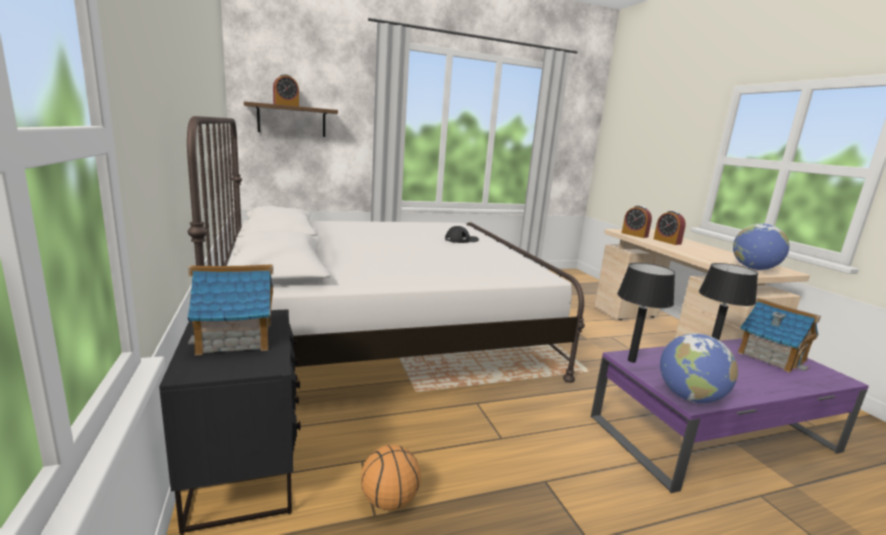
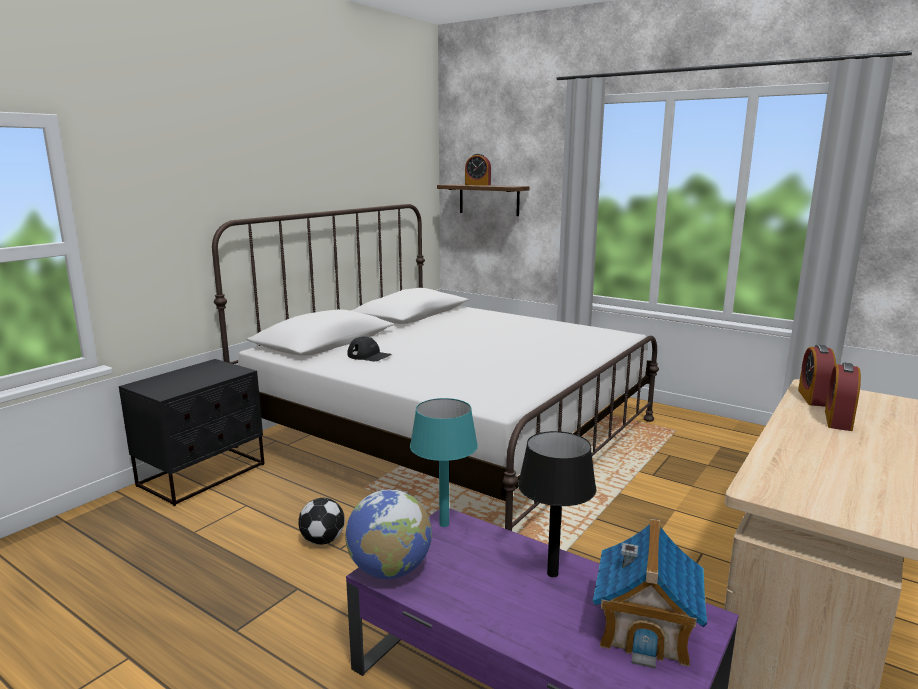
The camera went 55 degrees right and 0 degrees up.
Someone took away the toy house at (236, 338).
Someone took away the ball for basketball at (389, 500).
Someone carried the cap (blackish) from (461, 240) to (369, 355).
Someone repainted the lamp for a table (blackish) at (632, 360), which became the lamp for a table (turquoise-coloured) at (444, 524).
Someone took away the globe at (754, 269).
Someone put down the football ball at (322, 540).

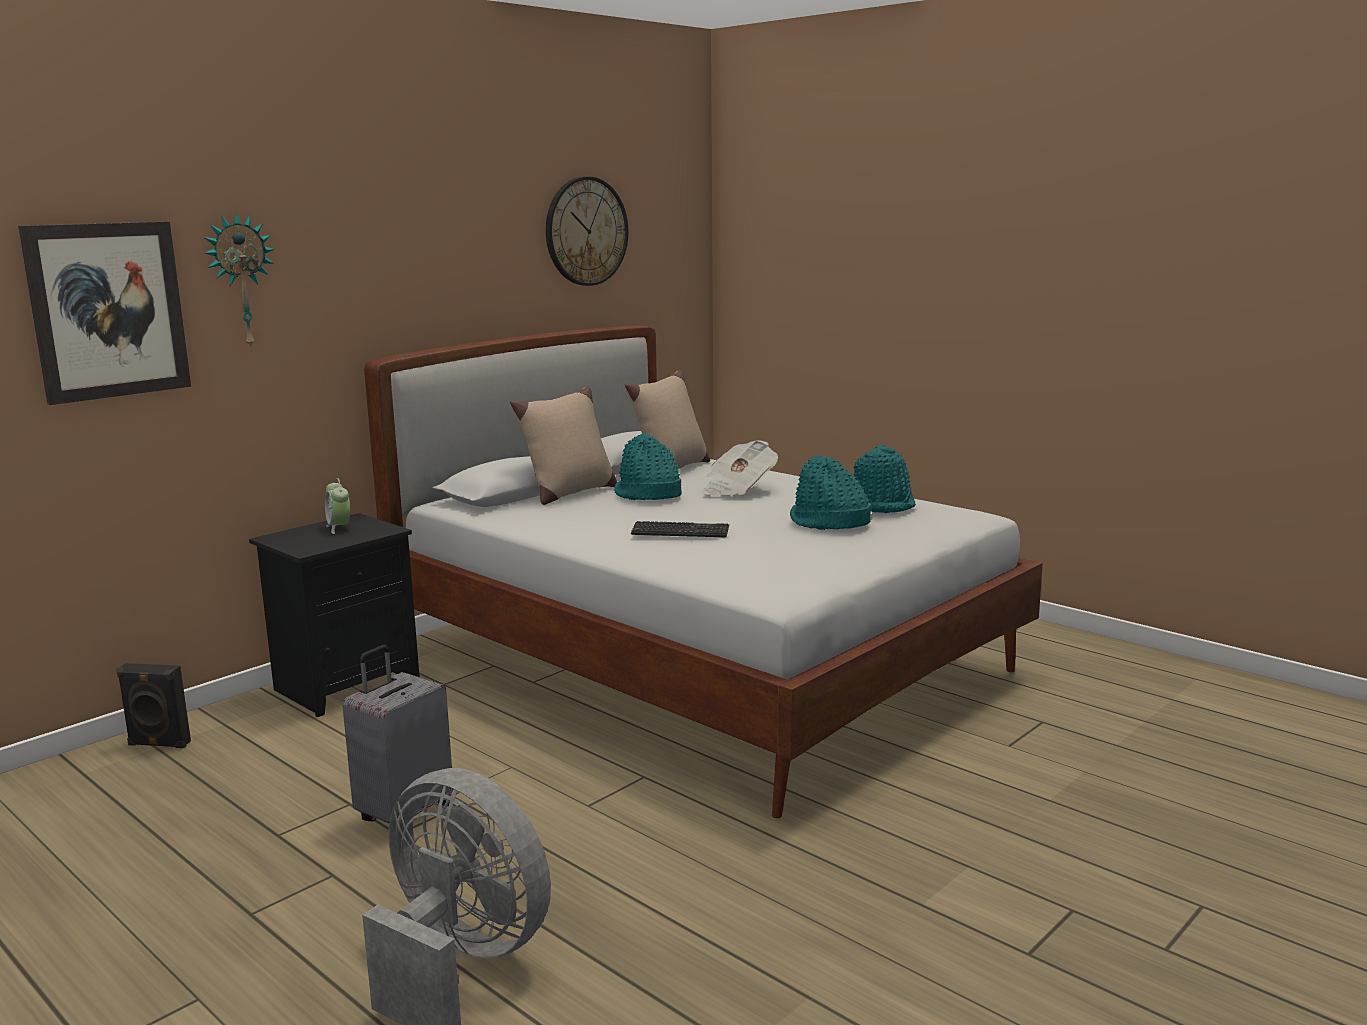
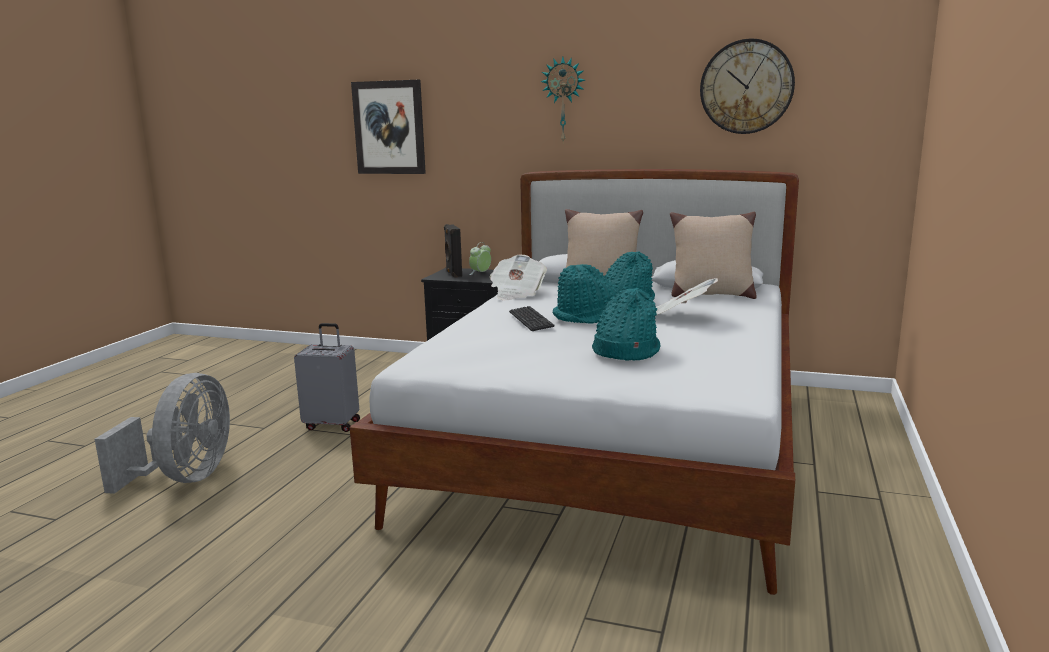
The camera went 65 degrees right and 0 degrees up.
Someone carried the loudspeaker (blackish) from (158, 744) to (453, 274).
Someone carried the wall clock from (240, 281) to (563, 100).
Someone carried the hat (turquoise-coloured) from (881, 505) to (587, 317).
Someone put down the daily paper at (517, 293).

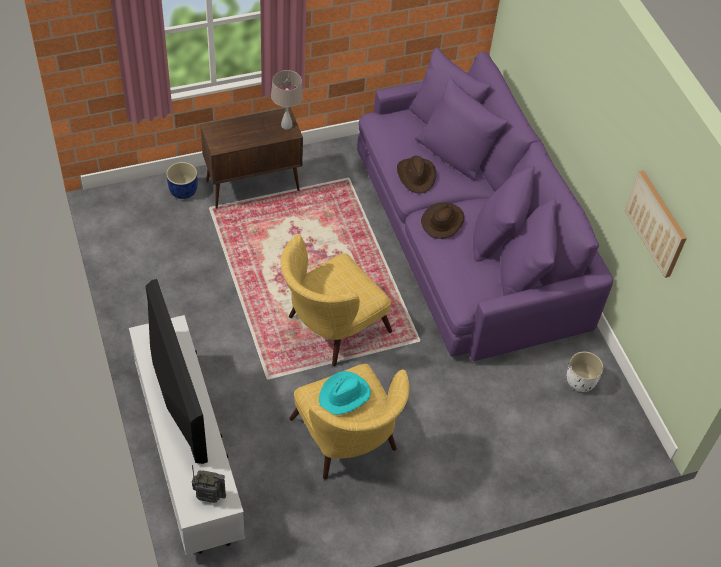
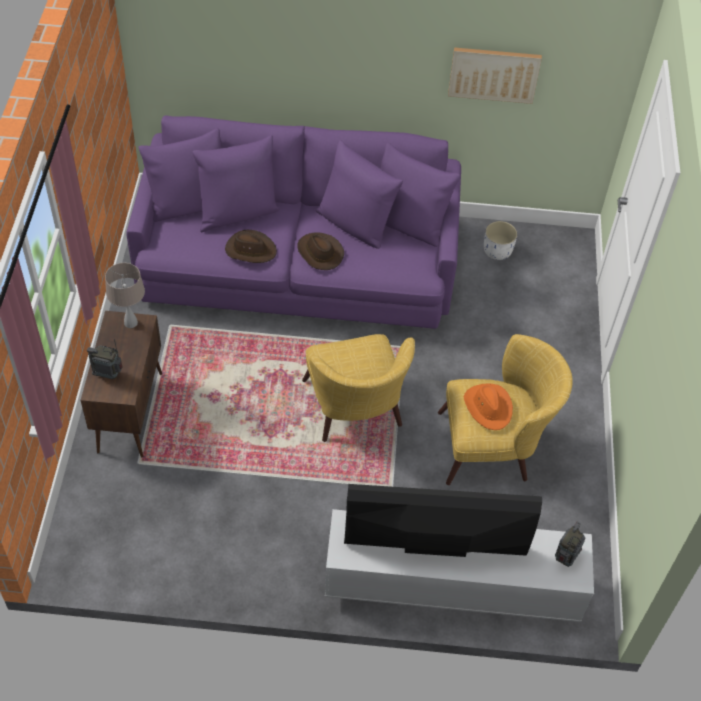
The camera went 65 degrees left and 0 degrees up.
Someone took away the planter (blue) at (183, 190).
Someone repainted the hat (turquoise-coloured) at (344, 395), which became the hat (orangey) at (488, 407).
Someone put down the radio set at (109, 374).

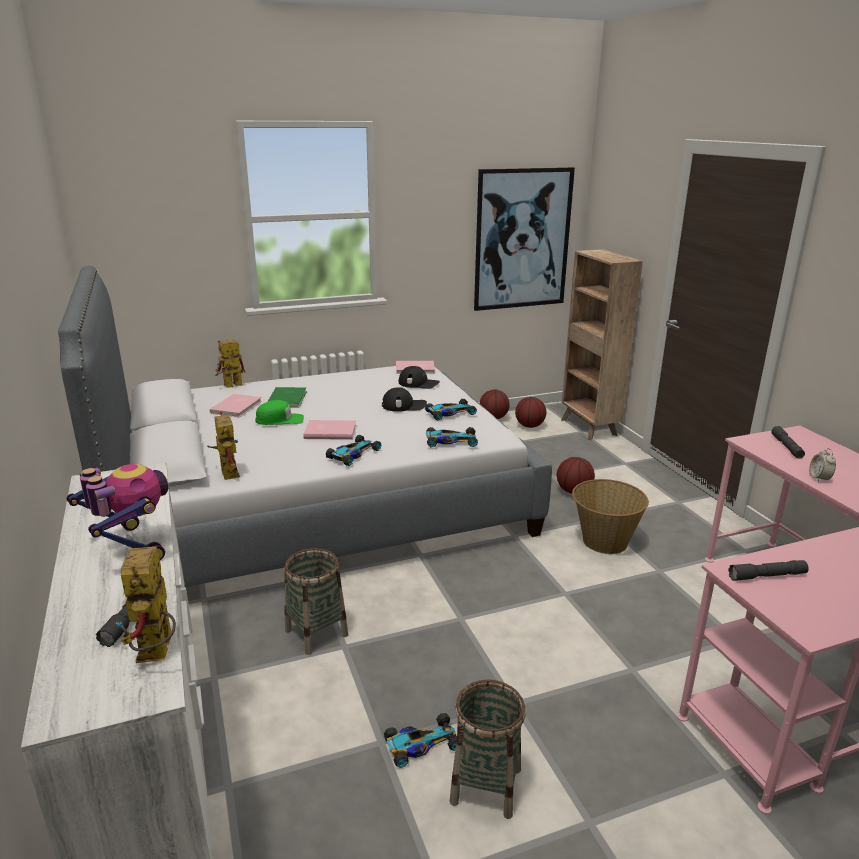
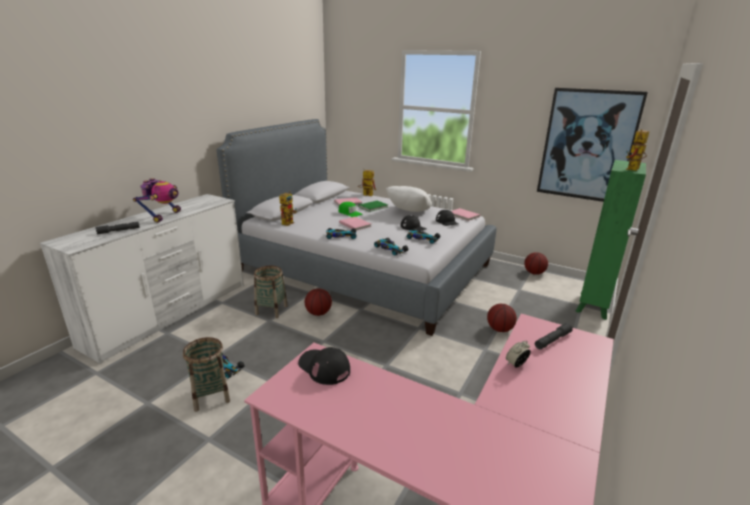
The camera went 50 degrees right and 0 degrees up.
Someone carried the toy robot from (157, 654) to (633, 170).
Someone carried the ball for basketball from (529, 426) to (318, 313).
Someone repainted the bookcase (brownish) at (589, 428), which became the bookcase (green) at (592, 306).
Someone took away the storage basket at (604, 541).
Someone swapped the hand torch (greyish) at (767, 576) for the cap (blackish) at (324, 367).
Someone put down the cushion (white) at (408, 213).

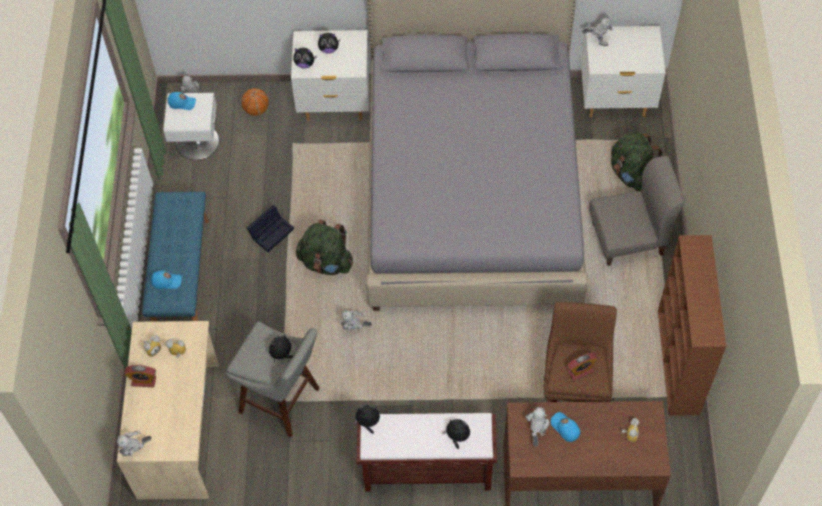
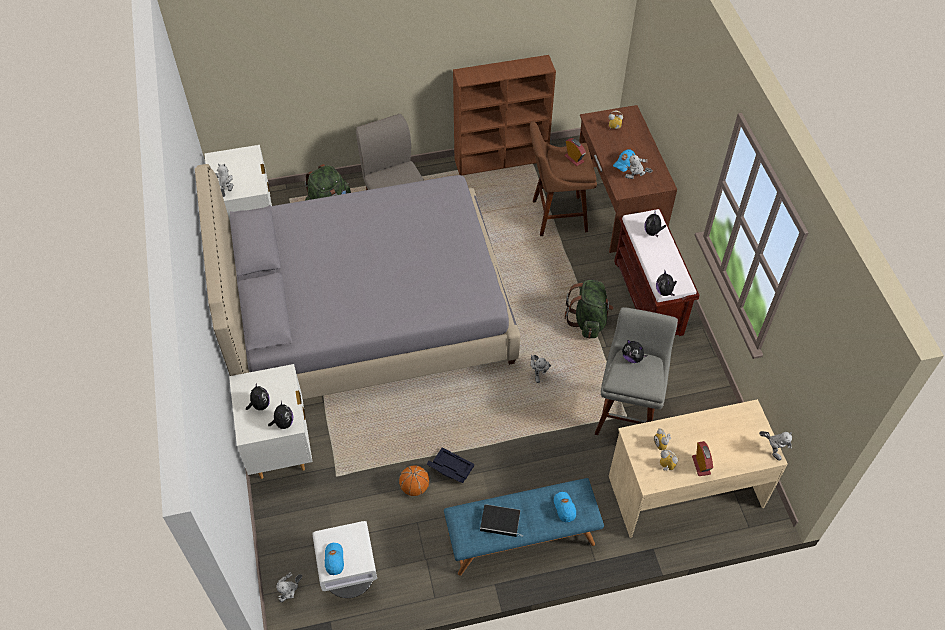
The camera went 105 degrees left and 5 degrees down.
Someone carried the ball for basketball from (256, 110) to (415, 487).
Someone carried the rucksack (green) from (326, 262) to (588, 320).
Someone put down the bound book at (501, 521).

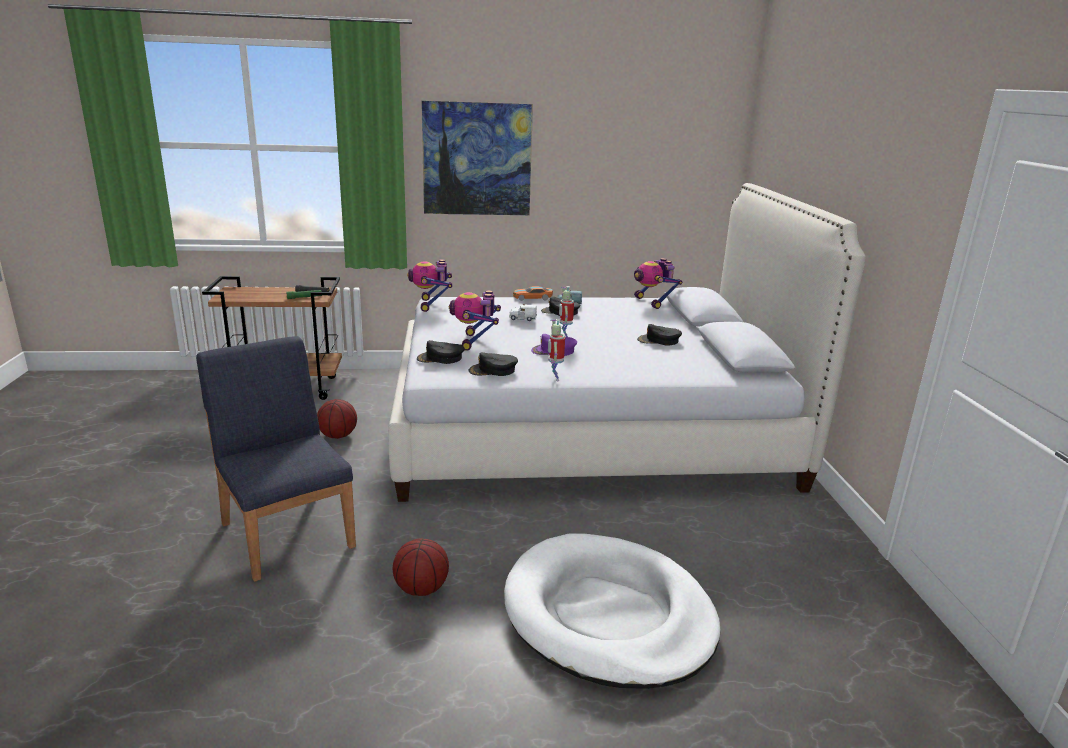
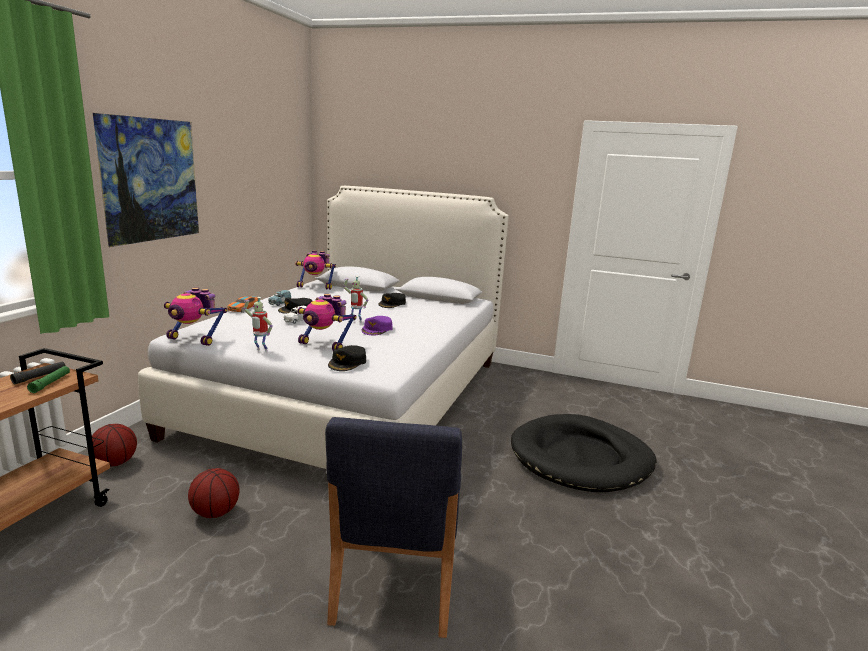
The camera went 65 degrees left and 5 degrees down.
Someone rotated the upright chair (blue) at (287, 533) by 75 degrees counterclockwise.
Someone carried the ball for basketball from (422, 589) to (115, 463).
Someone took away the cap (blackish) at (493, 370).
Someone repainted the pet bed (white) at (608, 615), which became the pet bed (blackish) at (581, 458).
Someone carried the toy robot from (554, 378) to (260, 350).

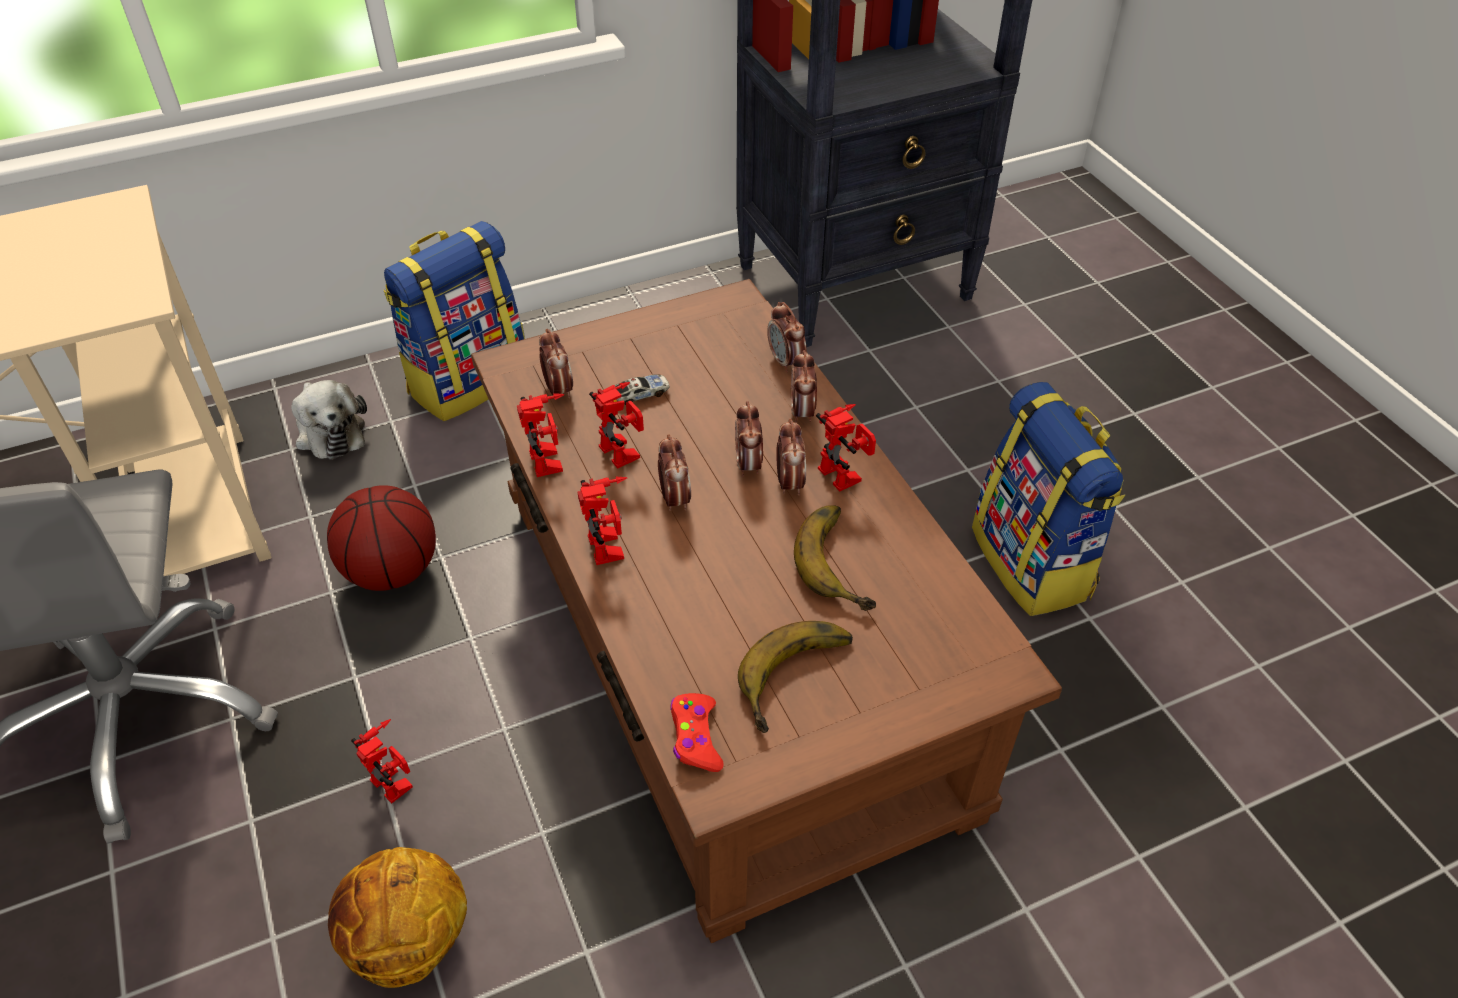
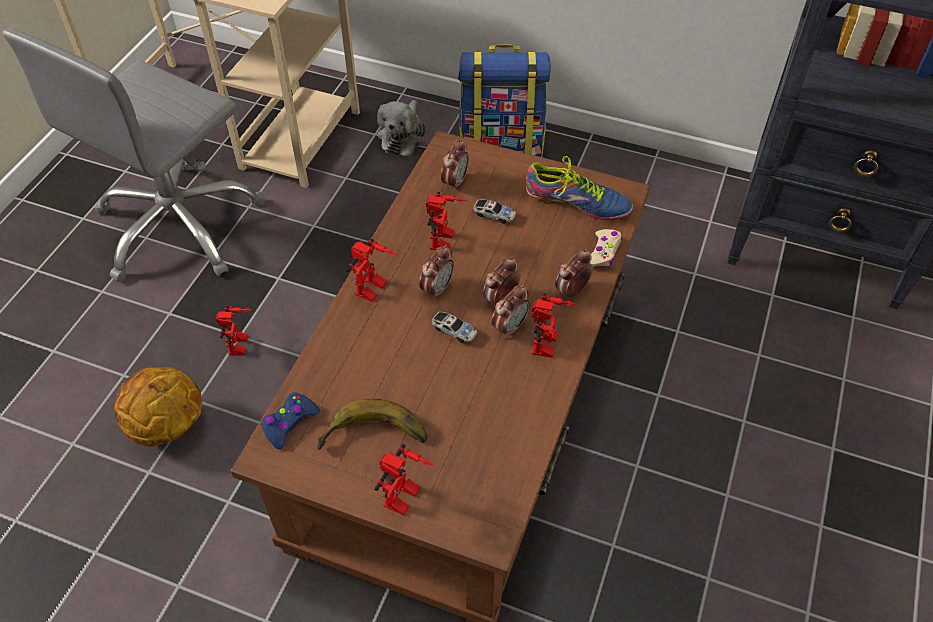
The camera went 45 degrees right and 5 degrees up.
Someone took away the ball for basketball at (393, 571).
Someone carried the toy robot from (552, 462) to (404, 501).
Someone repainted the game controller (red-coloured) at (696, 738), which became the game controller (blue) at (289, 423).
Someone swapped the alarm clock at (786, 362) for the game controller (beige-coloured) at (603, 253).
Someone took away the whole banana at (843, 561).
Someone took away the rucksack at (1034, 563).
Someone put down the toy car at (454, 331).
Someone put down the item of footwear at (577, 201).

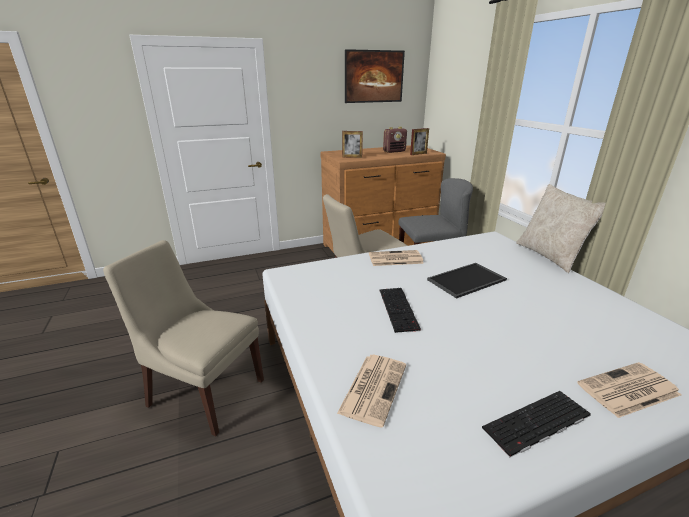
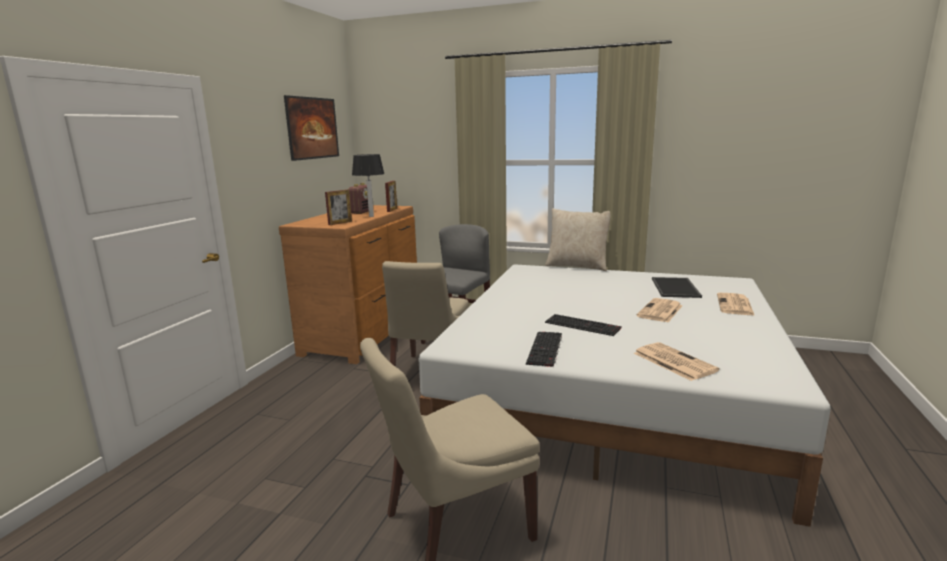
The camera went 50 degrees left and 10 degrees down.
Someone carried the daily paper from (394, 259) to (660, 311).
Someone carried the carrying tray from (467, 280) to (676, 288).
Someone carried the computer keyboard from (537, 423) to (546, 349).
Someone put down the lamp for a table at (371, 216).

